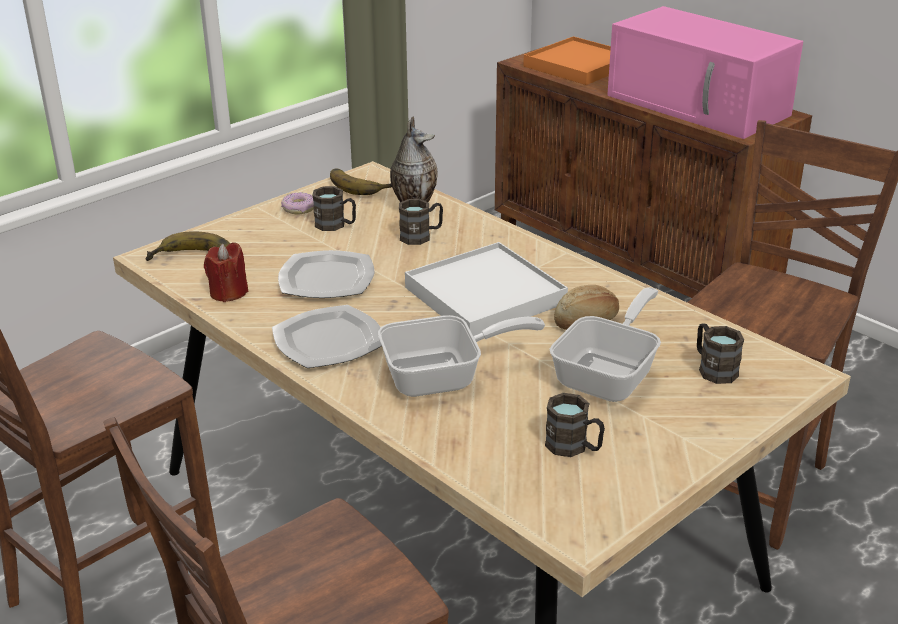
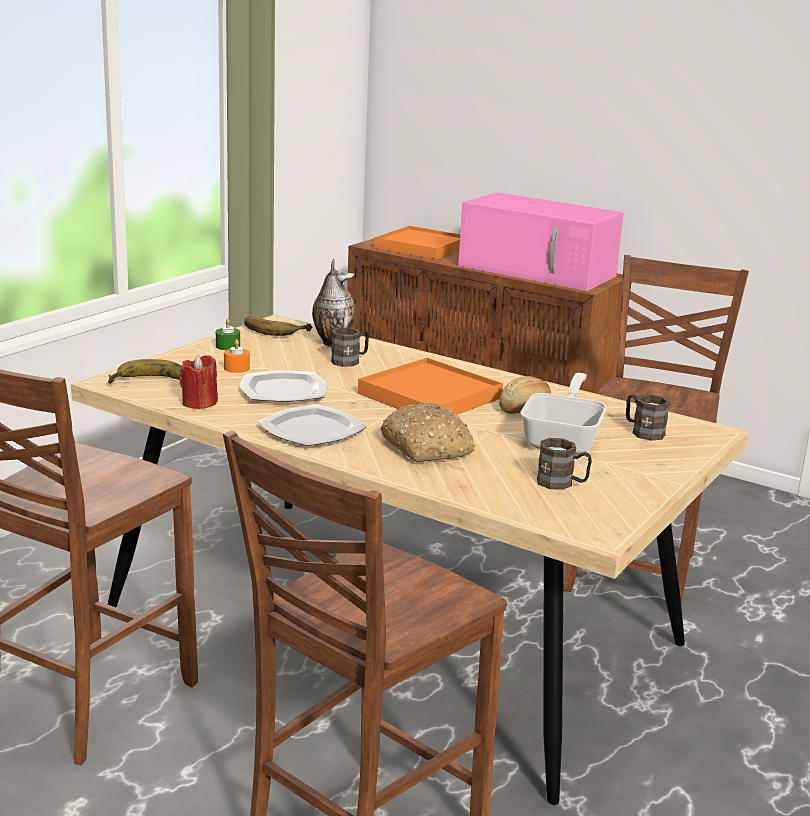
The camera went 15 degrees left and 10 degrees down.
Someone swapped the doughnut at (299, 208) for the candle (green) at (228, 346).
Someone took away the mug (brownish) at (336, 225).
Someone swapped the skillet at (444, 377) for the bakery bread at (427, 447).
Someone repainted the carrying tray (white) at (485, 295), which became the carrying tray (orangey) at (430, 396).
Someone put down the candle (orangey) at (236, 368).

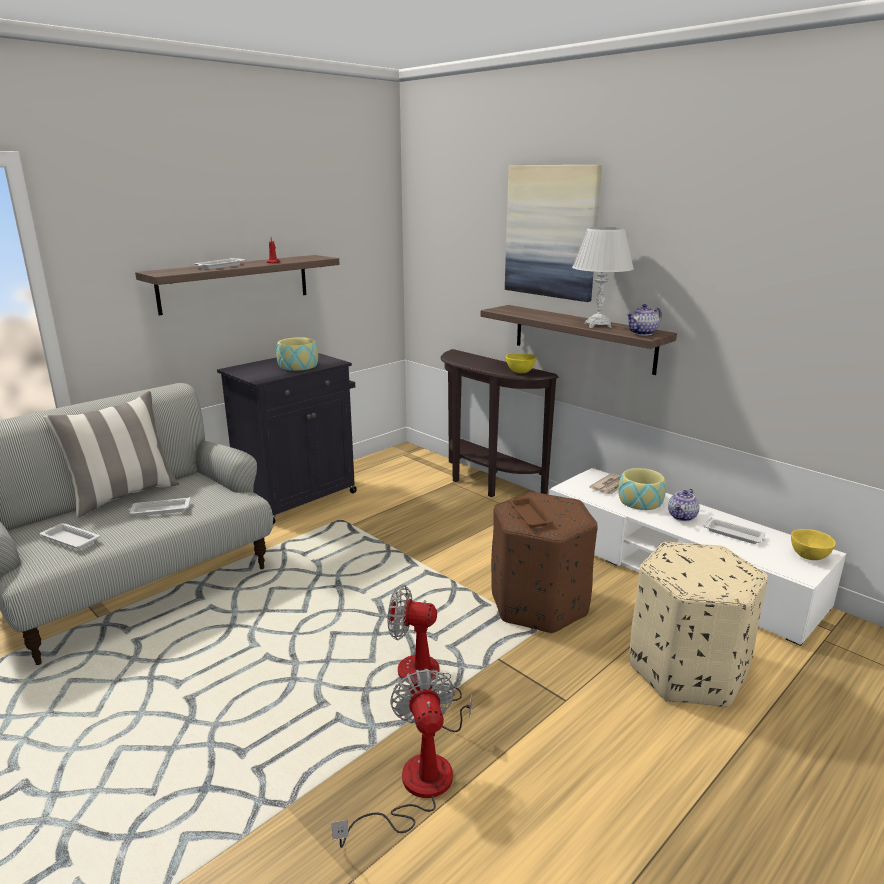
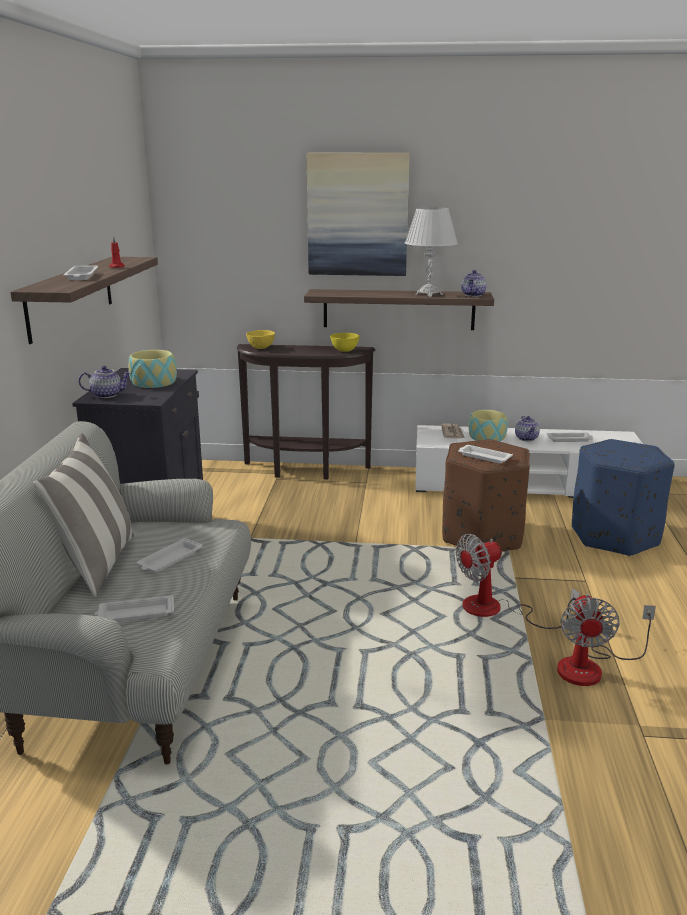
The camera went 40 degrees left and 0 degrees up.
Someone rotated the fan at (413, 789) by 120 degrees counterclockwise.
Someone repainted the carrying tray (brownish) at (529, 515), which became the carrying tray (white) at (483, 457).
Someone repainted the ottoman (beige-coloured) at (687, 670), which became the ottoman (blue) at (614, 536).
Someone carried the bowl (yellowish) from (809, 557) to (261, 348).
Someone put down the tea pot at (107, 395).

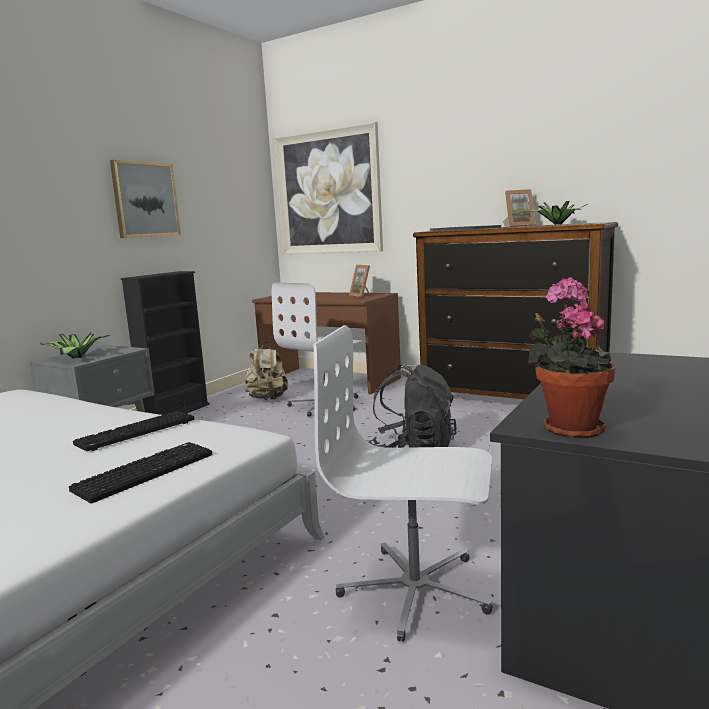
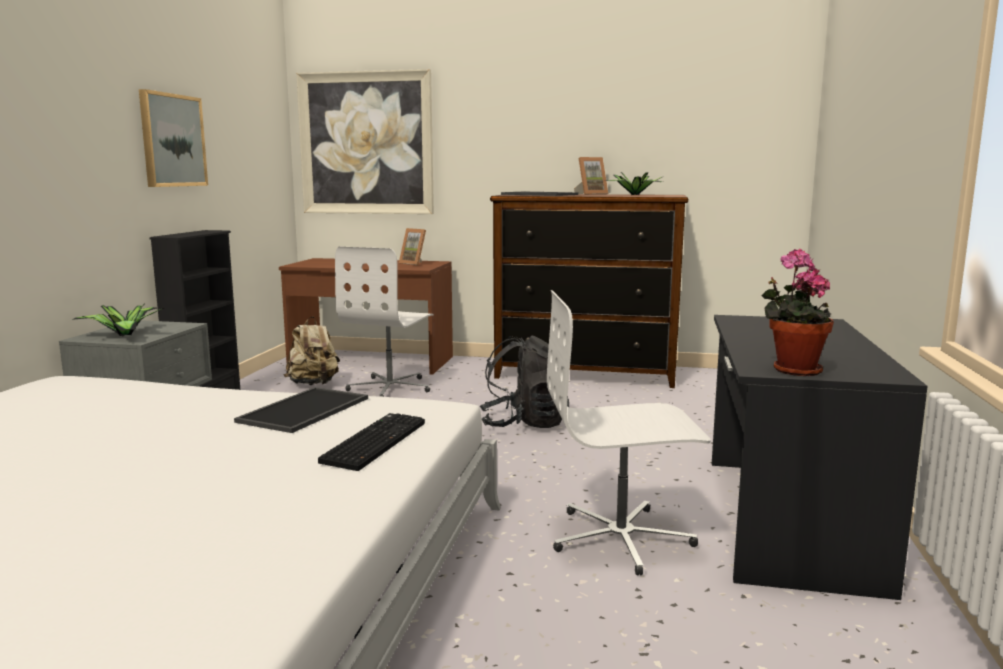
The camera went 20 degrees left and 0 degrees up.
Someone swapped the computer keyboard at (136, 433) for the carrying tray at (305, 410).

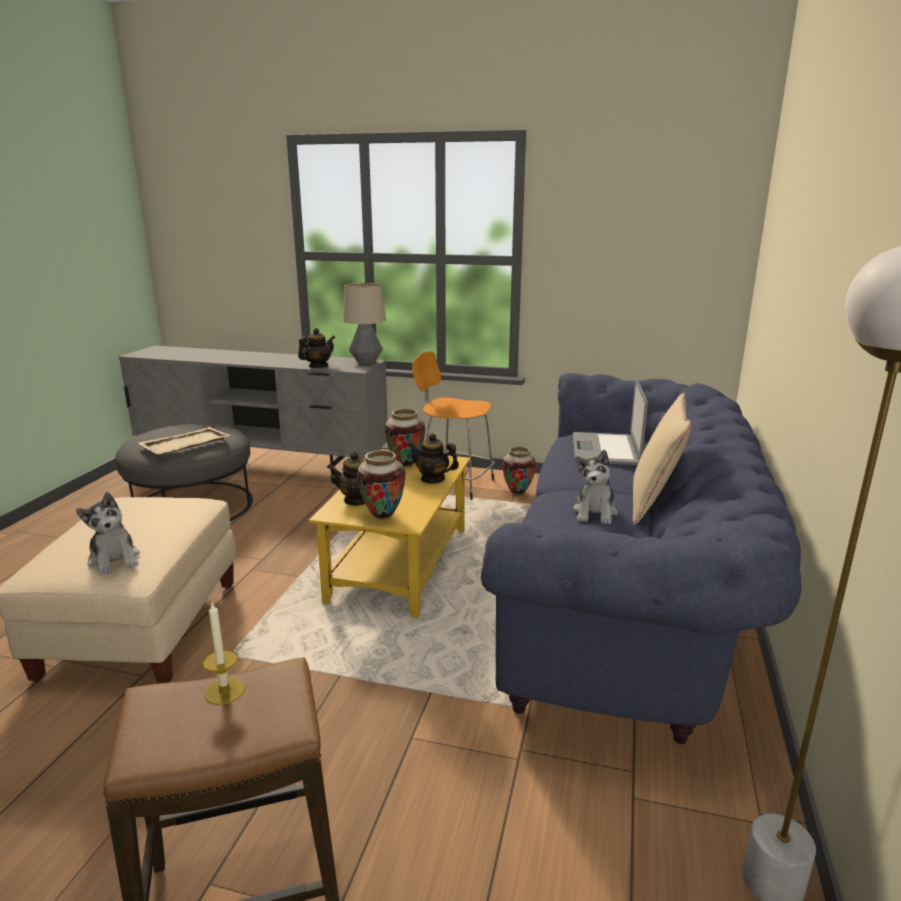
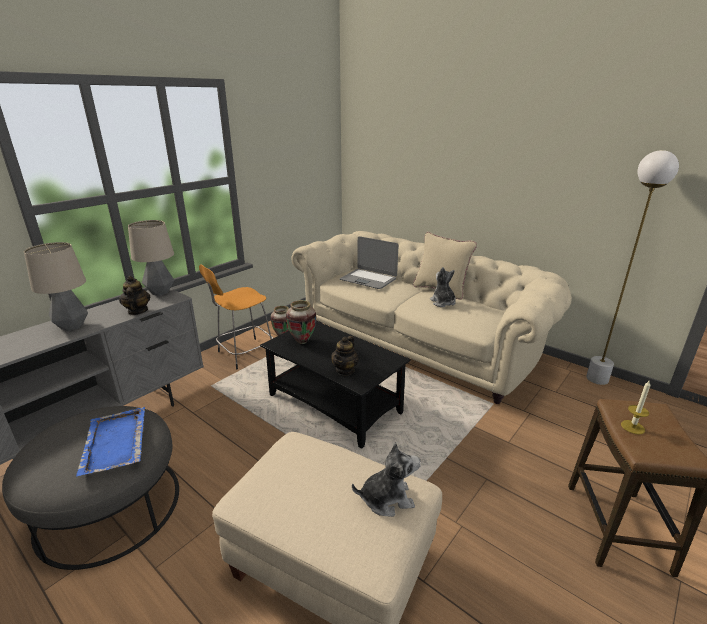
The camera went 65 degrees left and 5 degrees up.
Someone repainted the carrying tray (beige-coloured) at (184, 443), which became the carrying tray (blue) at (114, 443).
Someone repainted the coffee table (yellowish) at (400, 565), which became the coffee table (blackish) at (335, 404).
Someone took away the vase at (383, 516).
Someone took away the tea pot at (433, 479).
Someone repainted the sofa (blue) at (629, 596), which became the sofa (beige-coloured) at (419, 343).
Someone rotated the cuddly toy at (595, 512) by 150 degrees counterclockwise.
Someone put down the lamp for a table at (72, 326).

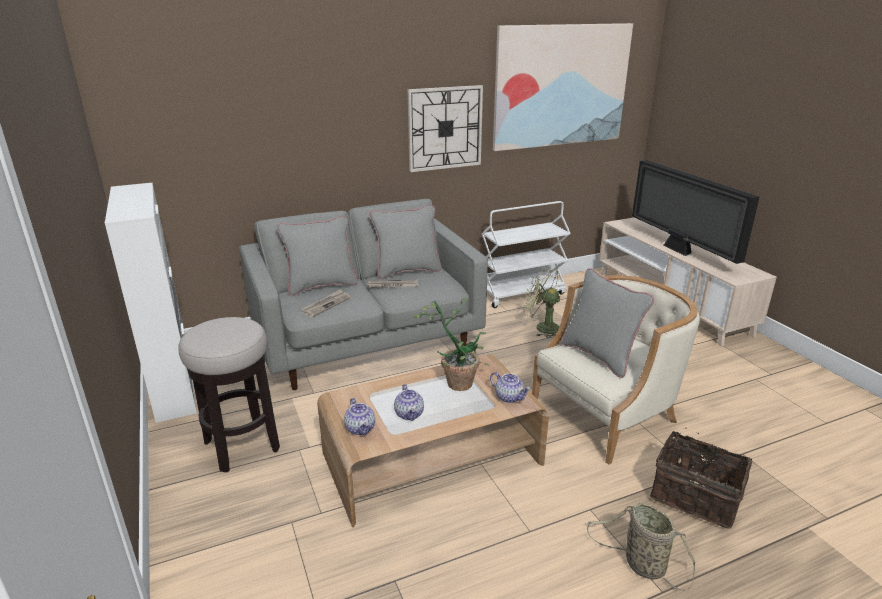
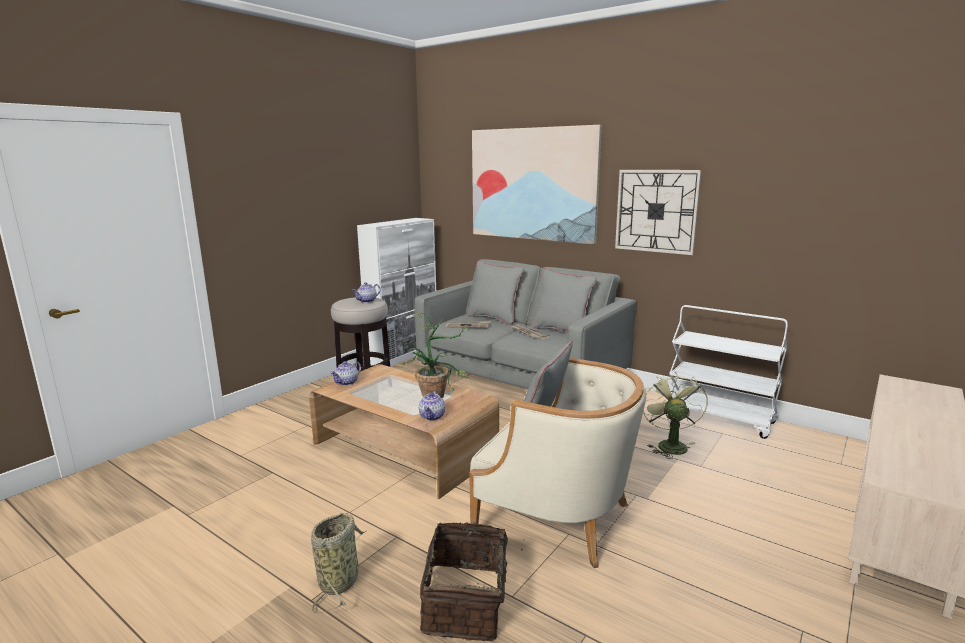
The camera went 60 degrees right and 10 degrees down.
Someone carried the tea pot from (409, 414) to (367, 301).
Someone carried the wall art from (561, 86) to (532, 184).
Someone took away the TV set at (679, 250).

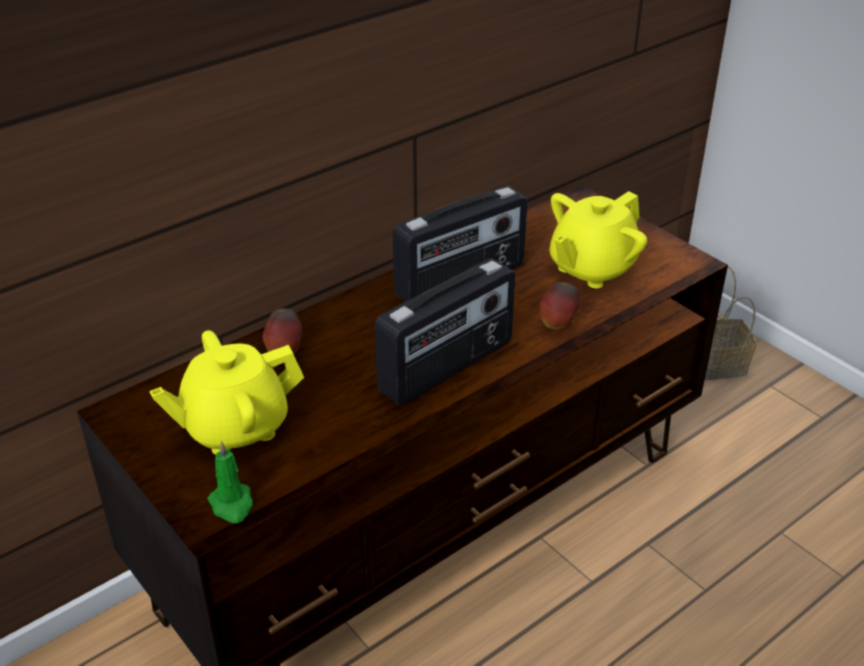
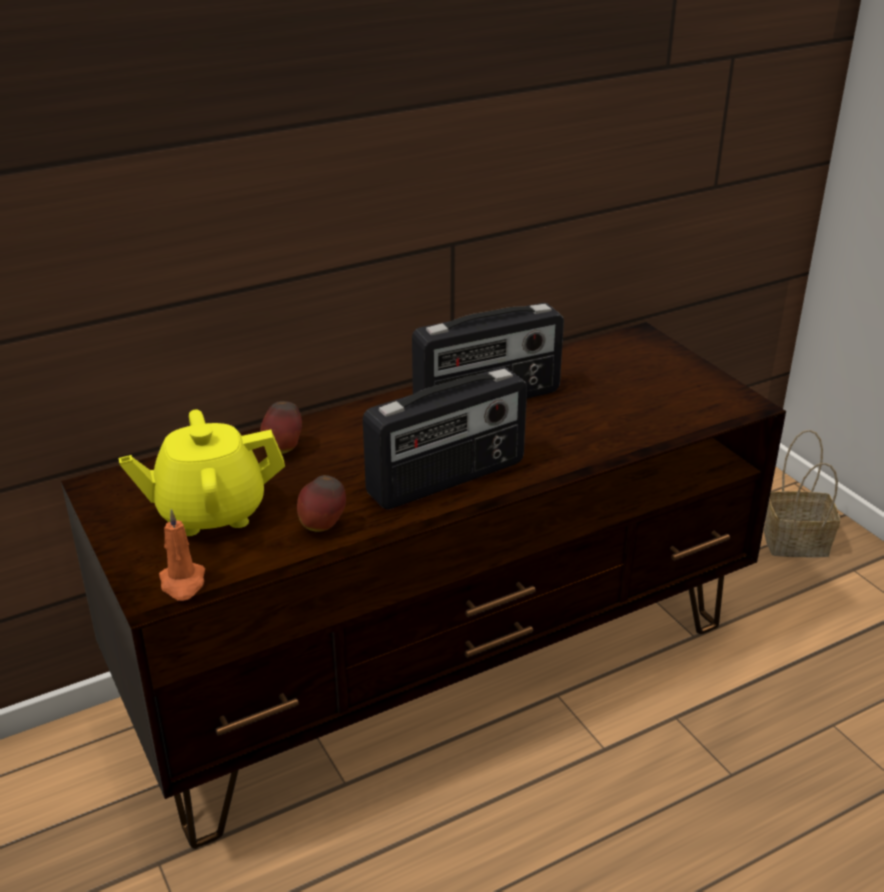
The camera went 10 degrees right and 5 degrees down.
Someone repainted the candle (green) at (232, 505), which became the candle (orangey) at (183, 583).
Someone carried the whole apple from (558, 324) to (323, 526).
Someone took away the tea pot (yellowish) at (591, 268).

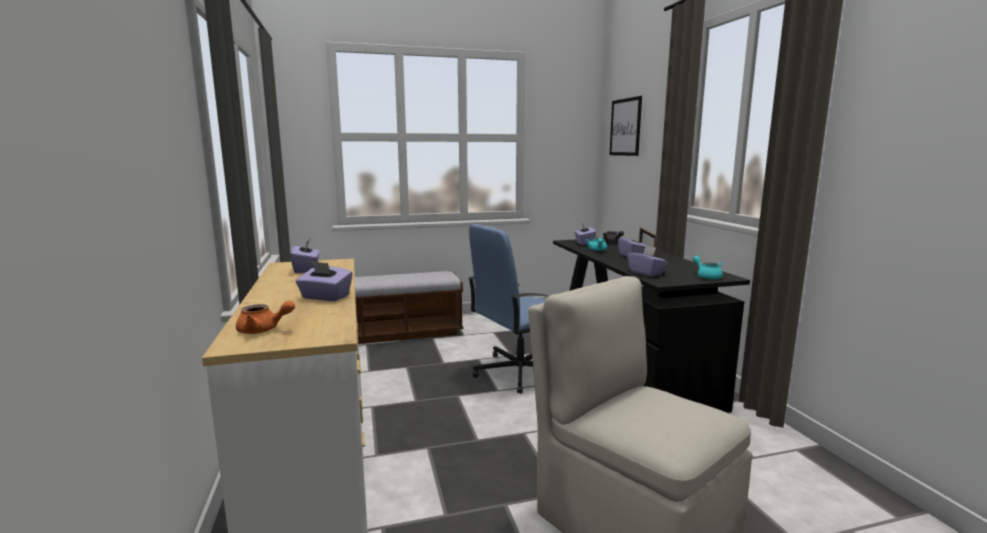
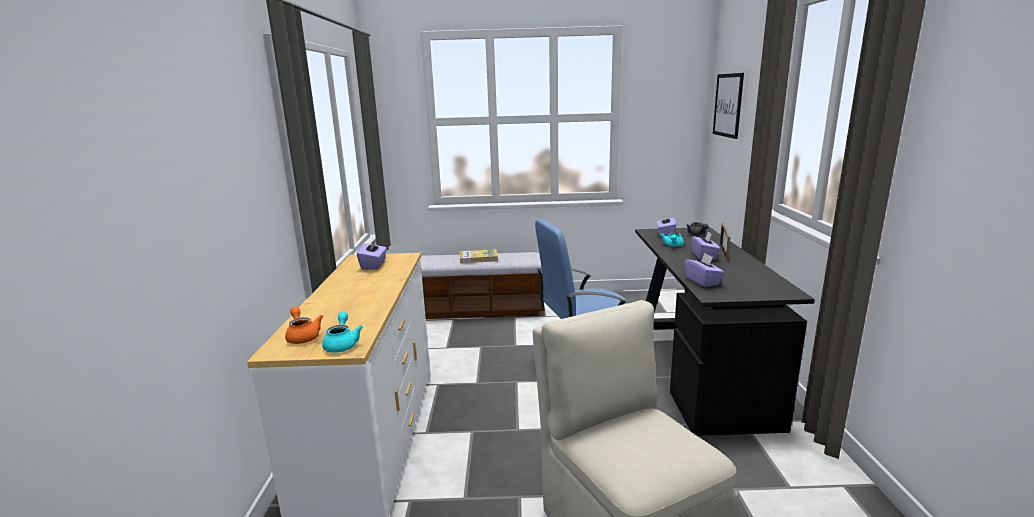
The camera went 15 degrees right and 5 degrees up.
Someone rotated the tea pot (orangey) at (263, 330) by 135 degrees counterclockwise.
Someone took away the tissue box (purple-coloured) at (325, 297).
Someone carried the tea pot (turquoise-coloured) from (707, 276) to (342, 344).
Someone put down the bound book at (478, 258).

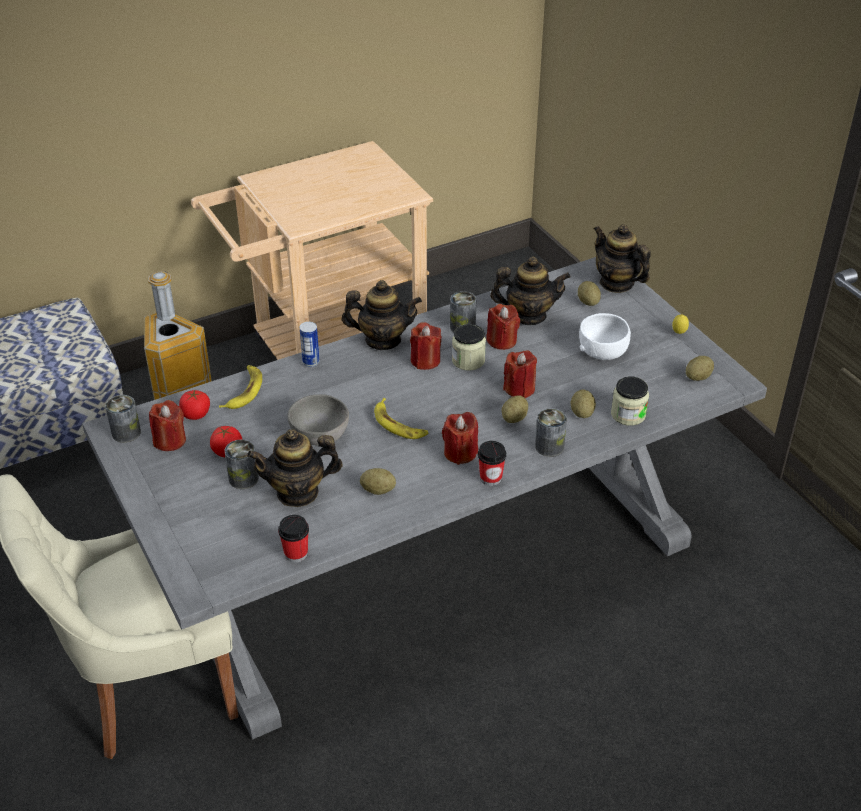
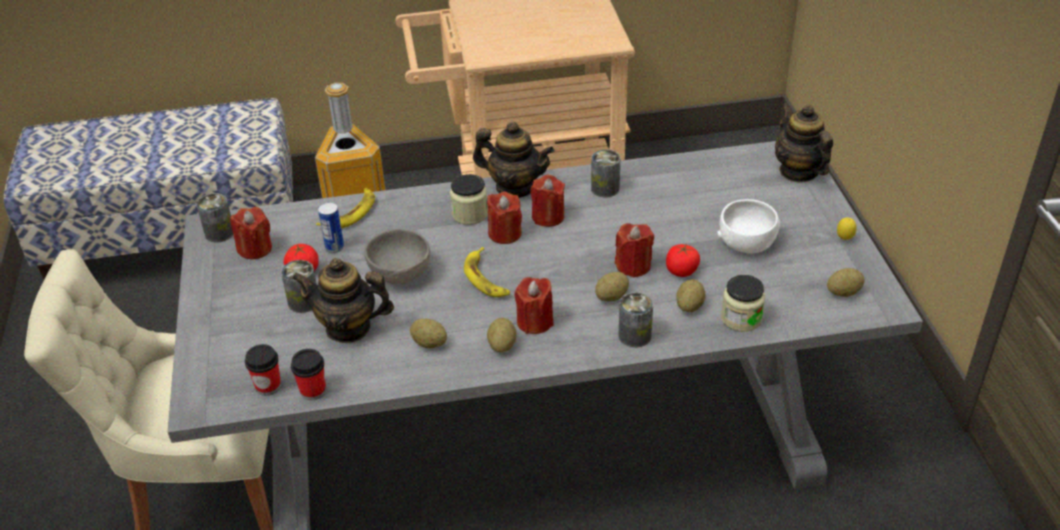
The camera went 20 degrees right and 0 degrees up.
Someone carried the fresh tomato from (196, 414) to (681, 271).
Someone carried the metal can from (311, 362) to (334, 247).
Someone carried the jar from (468, 360) to (470, 214).
Someone carried the cup from (490, 478) to (268, 386).
Someone carried the candle (red-coloured) from (502, 341) to (505, 233).
Someone took away the tea pot at (528, 316).
Someone carried the potato from (588, 302) to (502, 345).

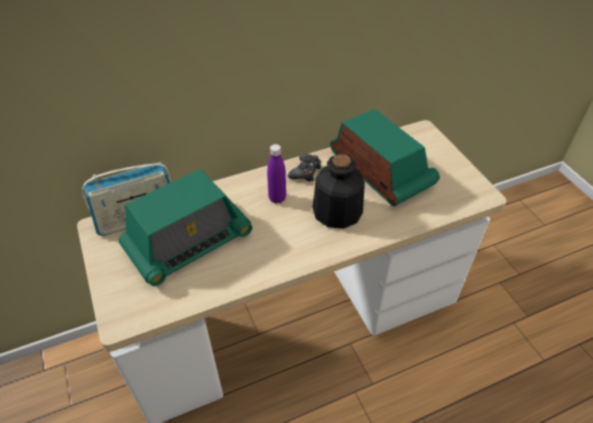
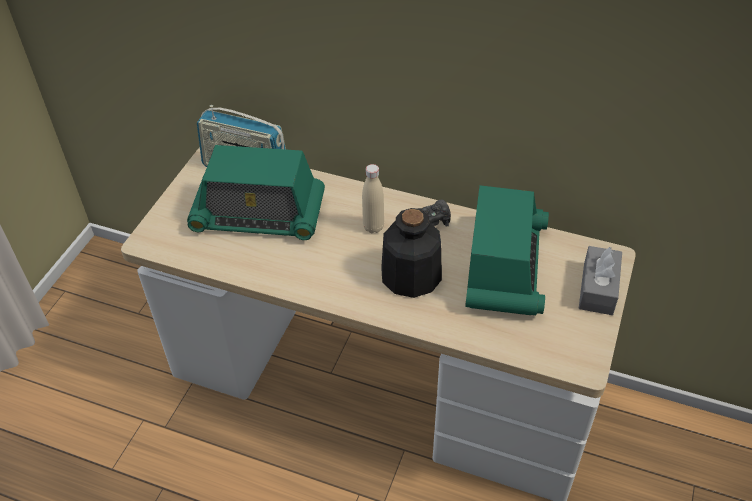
The camera went 45 degrees right and 0 degrees up.
Someone repainted the drink bottle (purple-coloured) at (277, 198), which became the drink bottle (beige-coloured) at (373, 227).
Someone put down the tissue box (greyish) at (598, 288).

